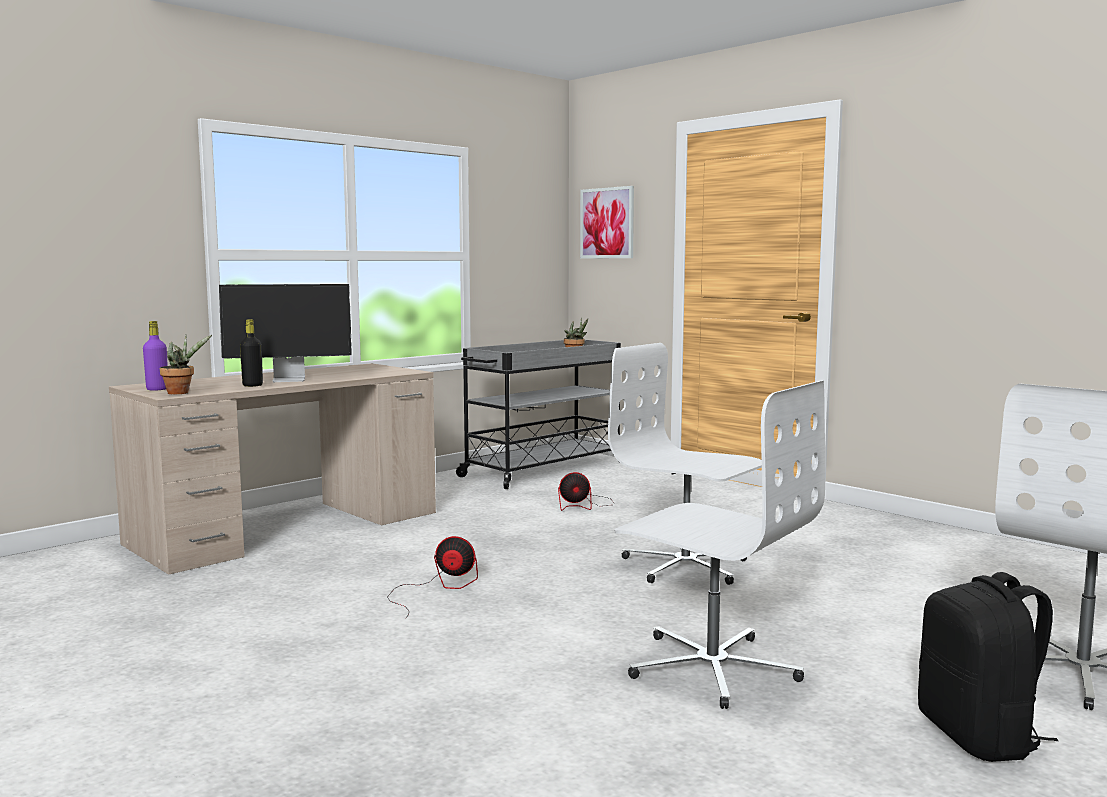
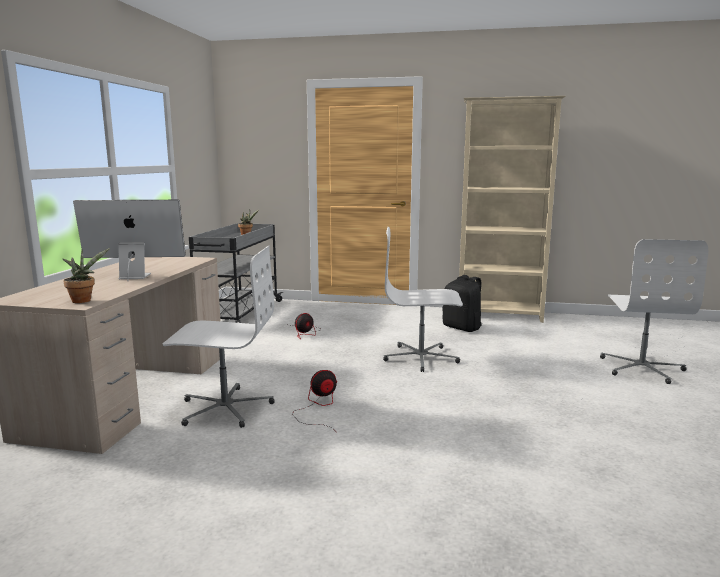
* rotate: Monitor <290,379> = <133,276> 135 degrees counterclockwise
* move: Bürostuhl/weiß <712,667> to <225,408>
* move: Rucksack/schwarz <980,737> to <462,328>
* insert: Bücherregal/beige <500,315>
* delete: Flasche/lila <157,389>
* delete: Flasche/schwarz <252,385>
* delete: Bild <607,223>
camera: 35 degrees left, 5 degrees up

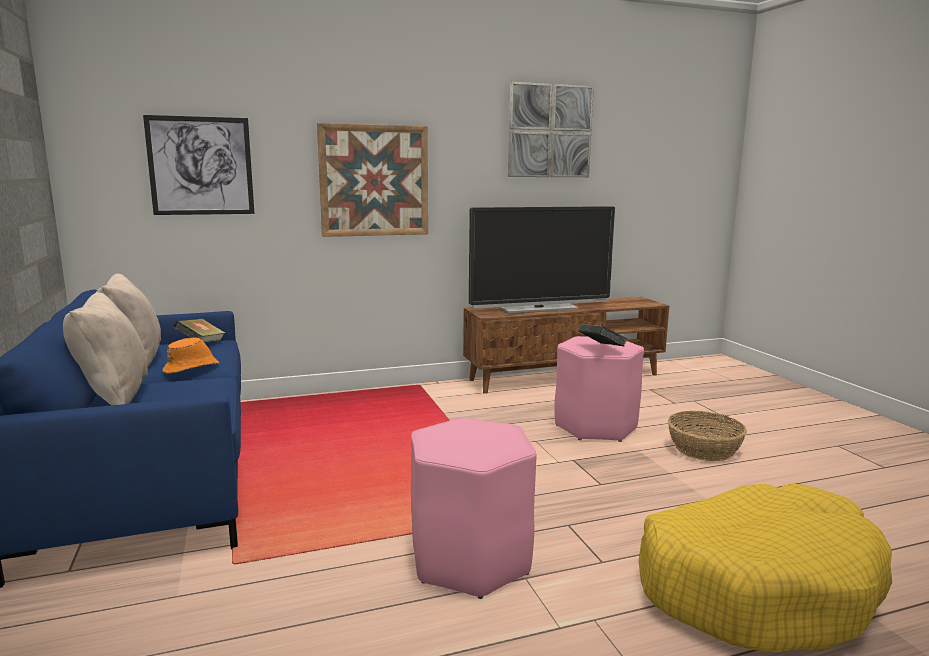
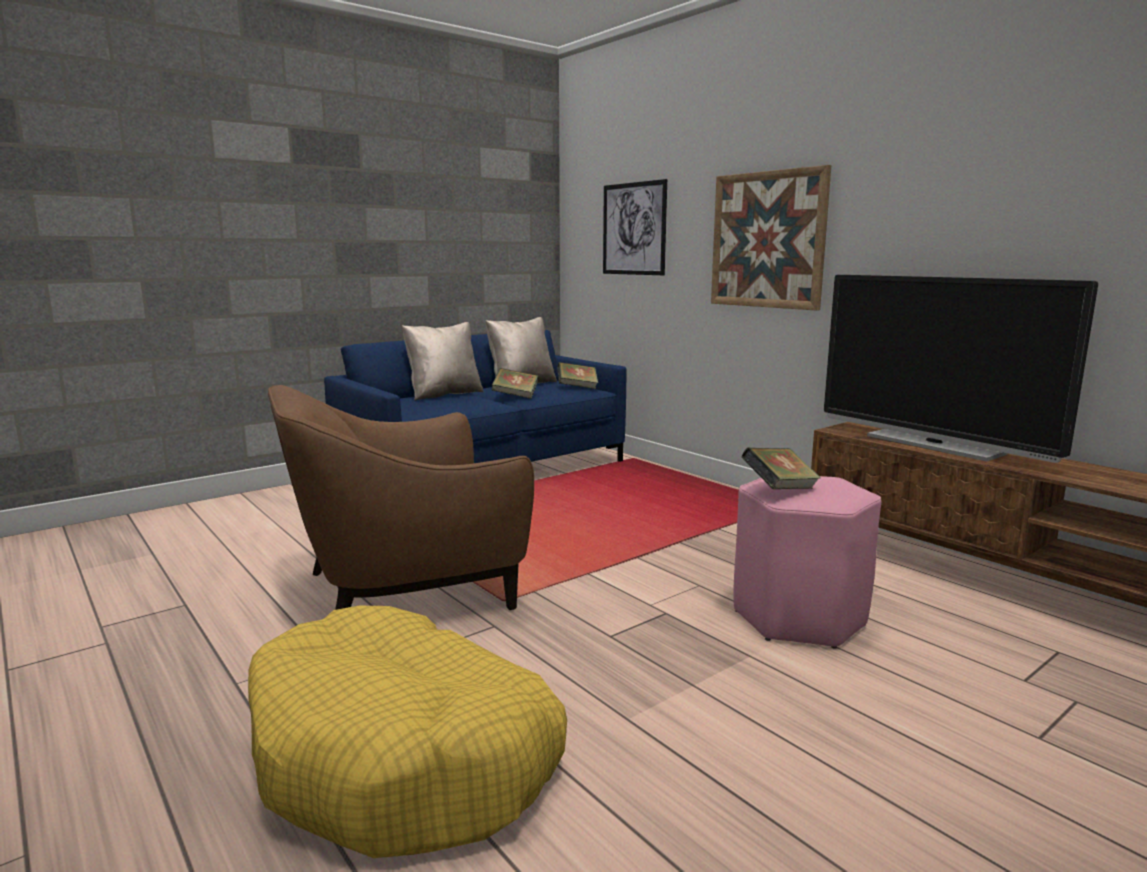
* replace: Hocker/rosa <470,560> to Sessel/braun <405,589>
* replace: Hut/orange <192,368> to Buch <515,396>
* delete: Bild <549,131>
* delete: Korb <704,449>
camera: 70 degrees right, 0 degrees up

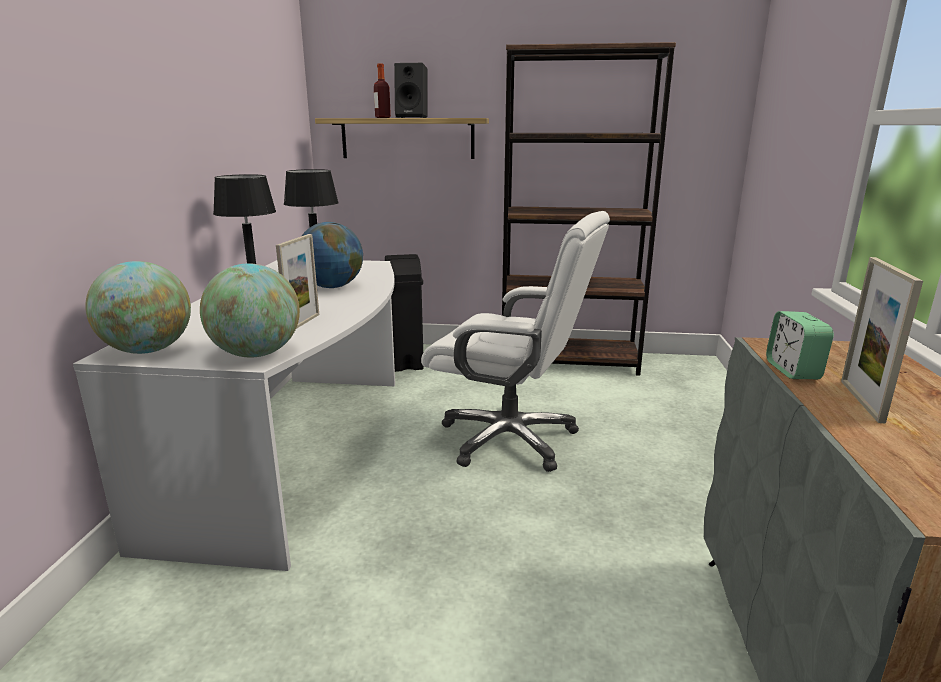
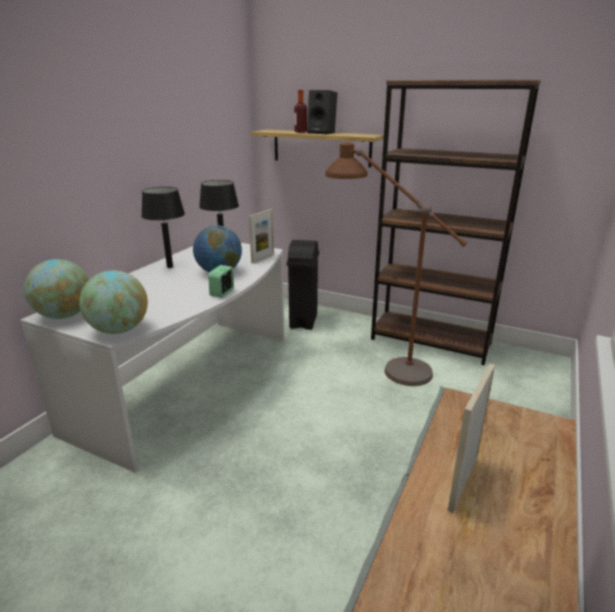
* move: Wecker <792,370> to <222,293>
* move: Bilderrahmen <303,323> to <263,258>
* insert: Stehlampe/braun <379,361>
* delete: Bürostuhl/weiß <510,438>
camera: 20 degrees right, 5 degrees up

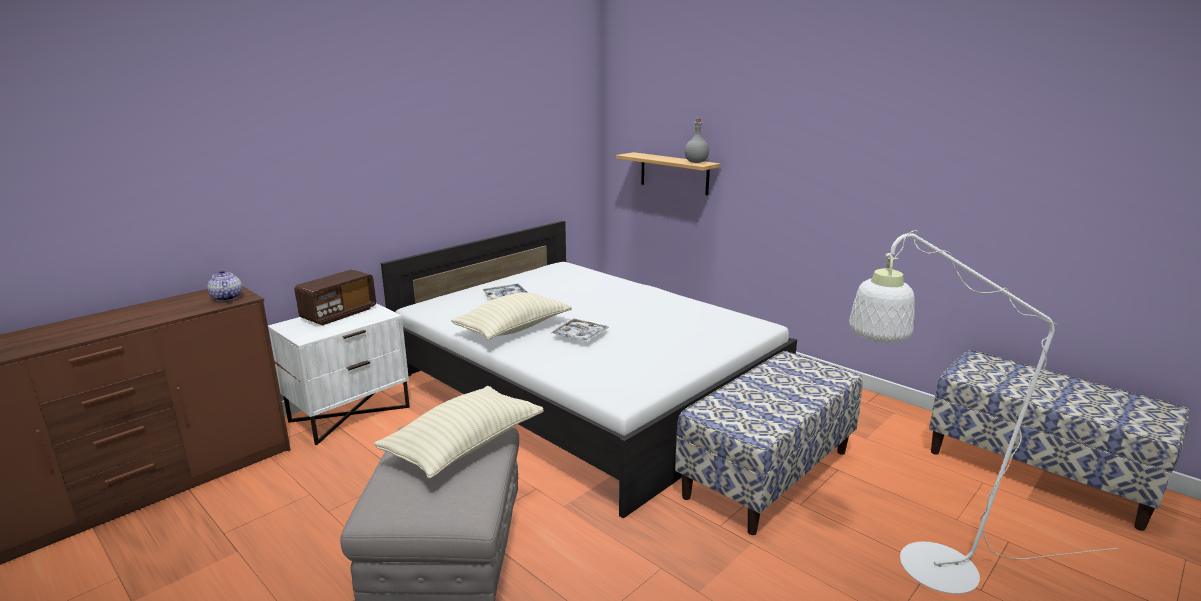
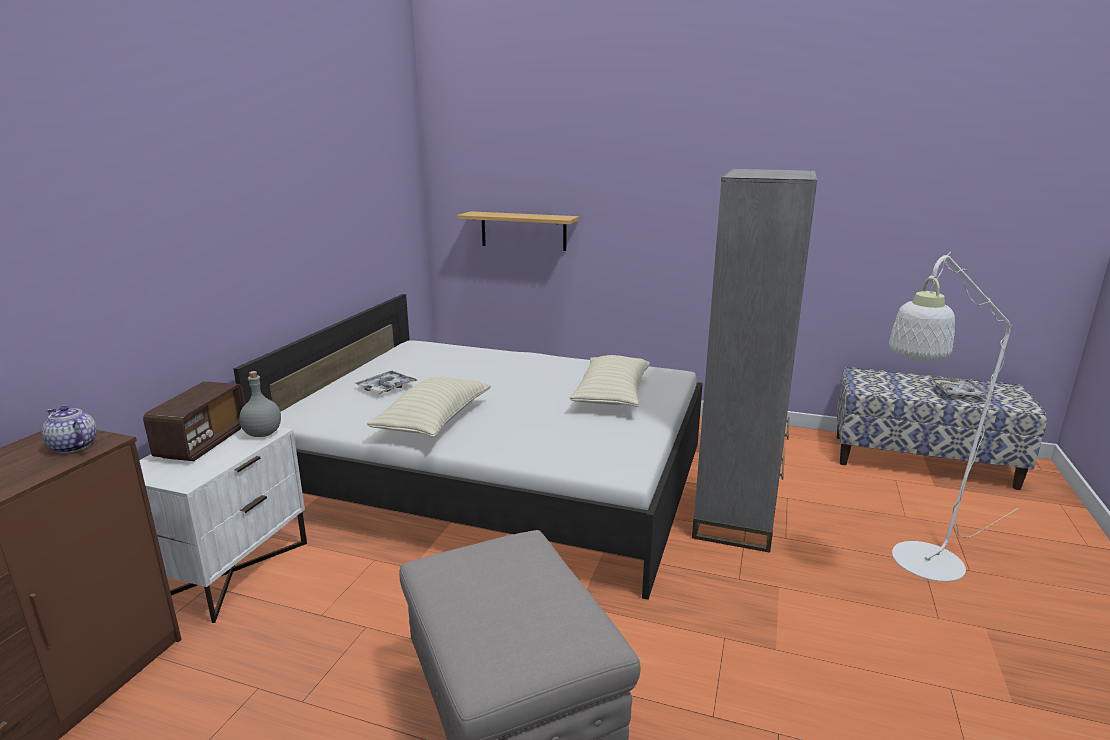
* move: Flasche/grau <696,162> to <262,434>
* move: Kissen/beige <464,446> to <612,396>
* replace: Bank <767,473> to Bücherregal/grau <735,517>
* move: Tablett <580,336> to <957,392>
camera: 25 degrees left, 0 degrees up

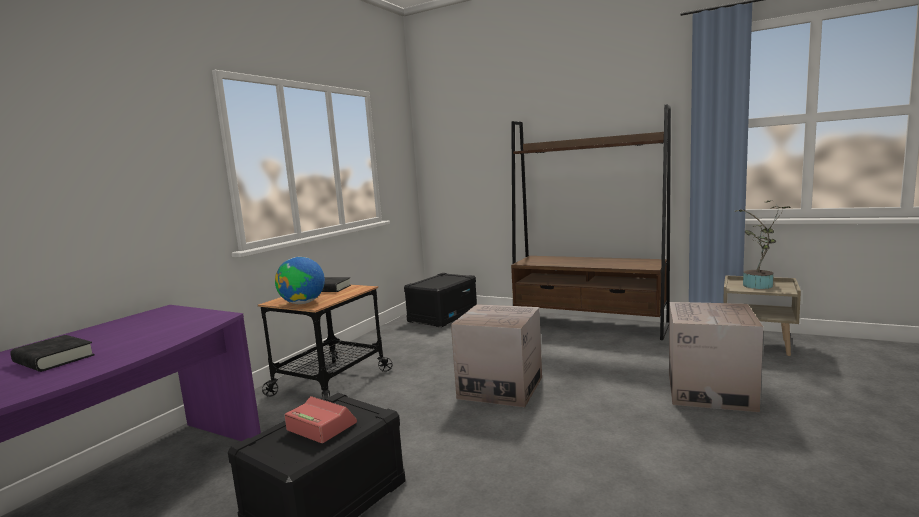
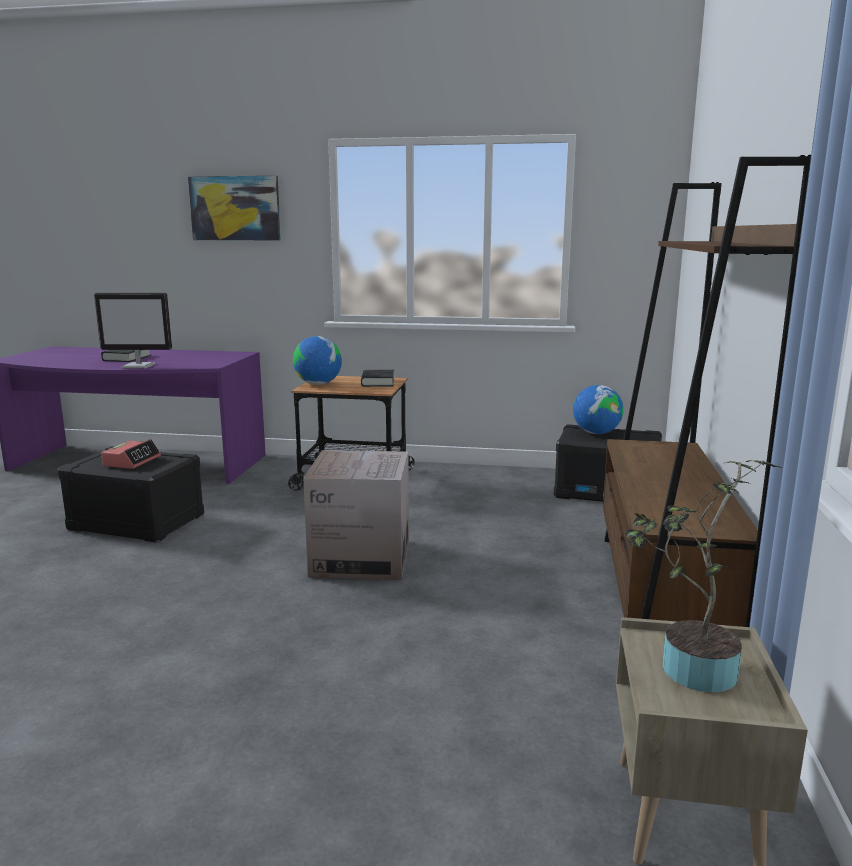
* insert: Monitor <139,366>
* insert: Bild <235,208>
* insert: Globus <596,433>
* delete: Karton <710,391>
camera: 70 degrees right, 5 degrees up

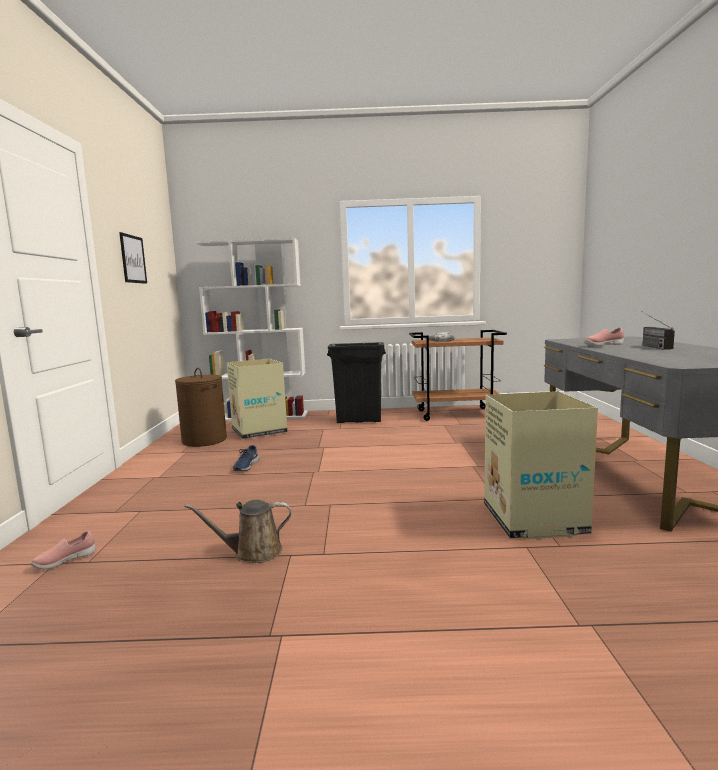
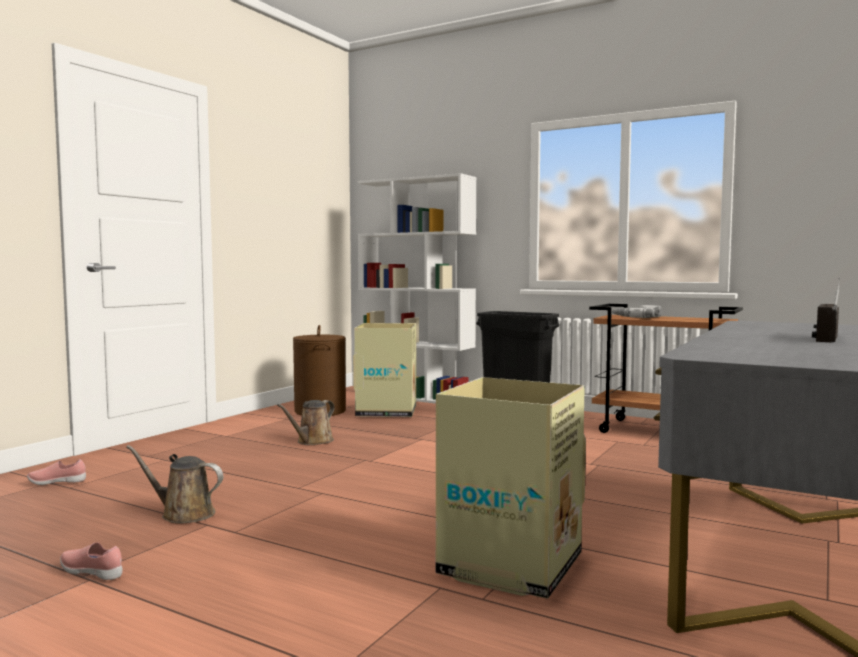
* move: Schuh/rosa <603,345> to <92,573>
* replace: Schuh/blau <245,466> to Gießkanne/braun <312,441>
* delete: Bild <133,259>
camera: 30 degrees right, 5 degrees down

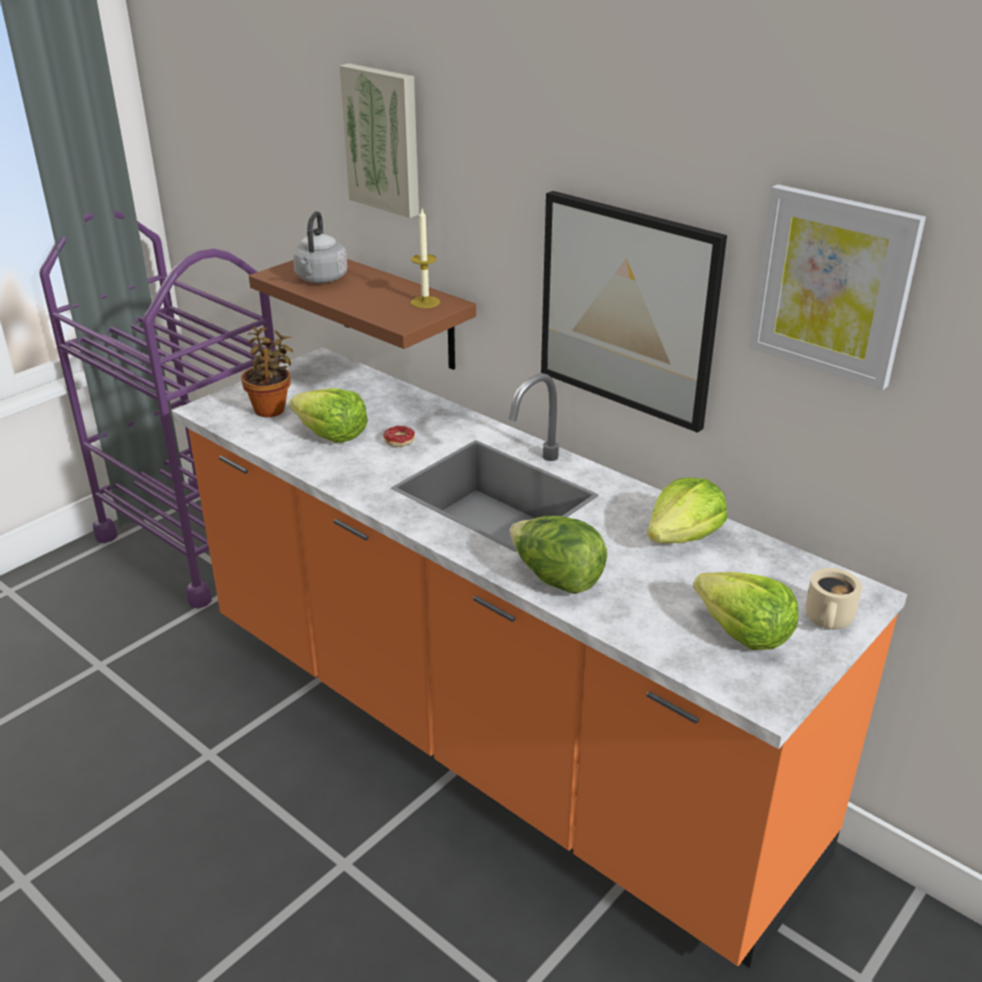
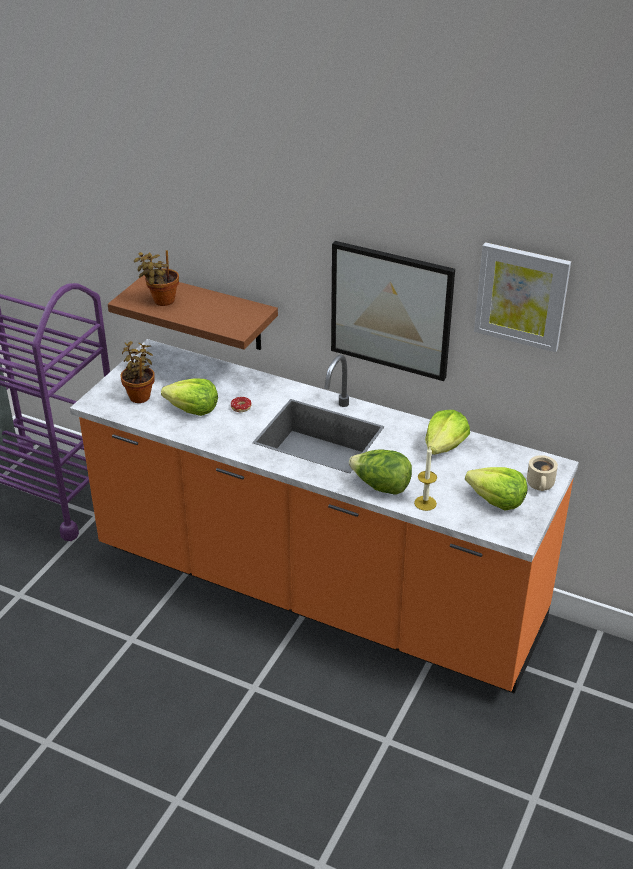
* replace: Wasserkessel/grau <320,279> to Topfpflanze <161,301>
* move: Kerze <425,302> to <425,503>
* delete: Bild <384,139>
camera: 15 degrees left, 5 degrees up

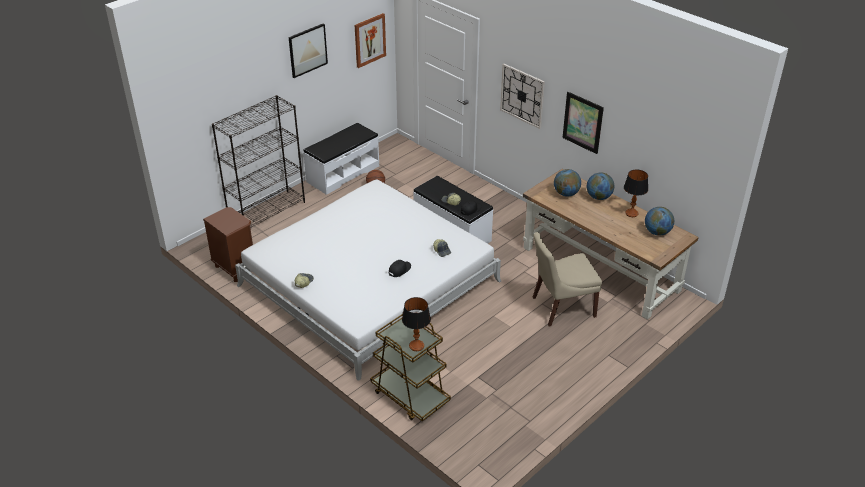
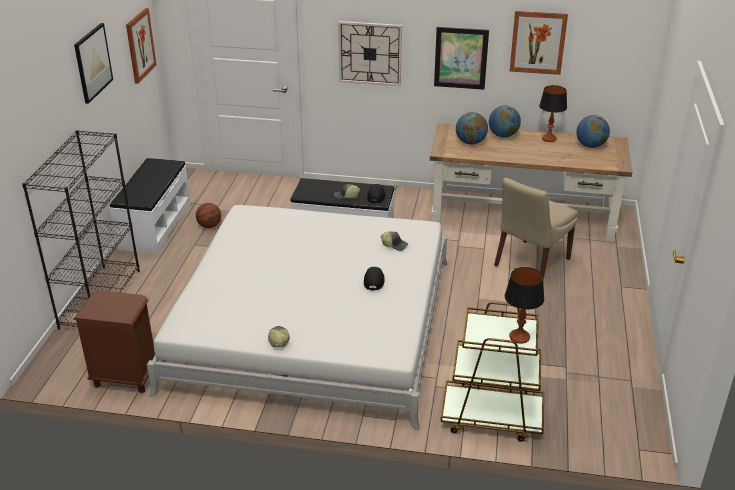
* insert: Bild <538,42>
camera: 35 degrees left, 5 degrees down

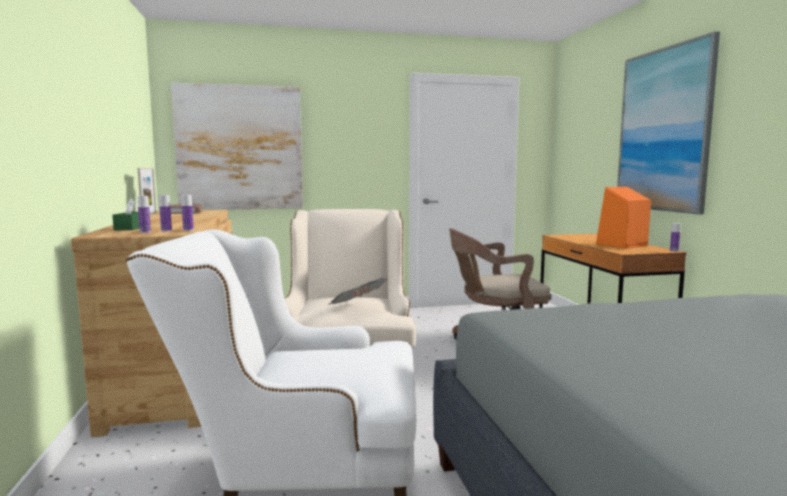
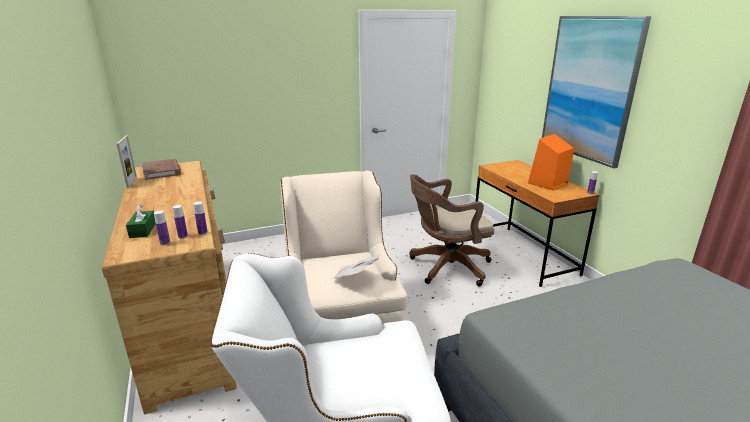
* delete: Bild <240,148>
camera: 10 degrees left, 15 degrees up

